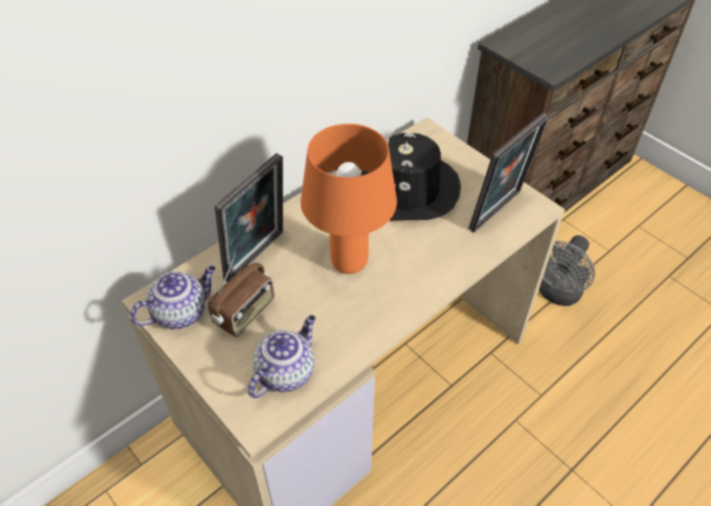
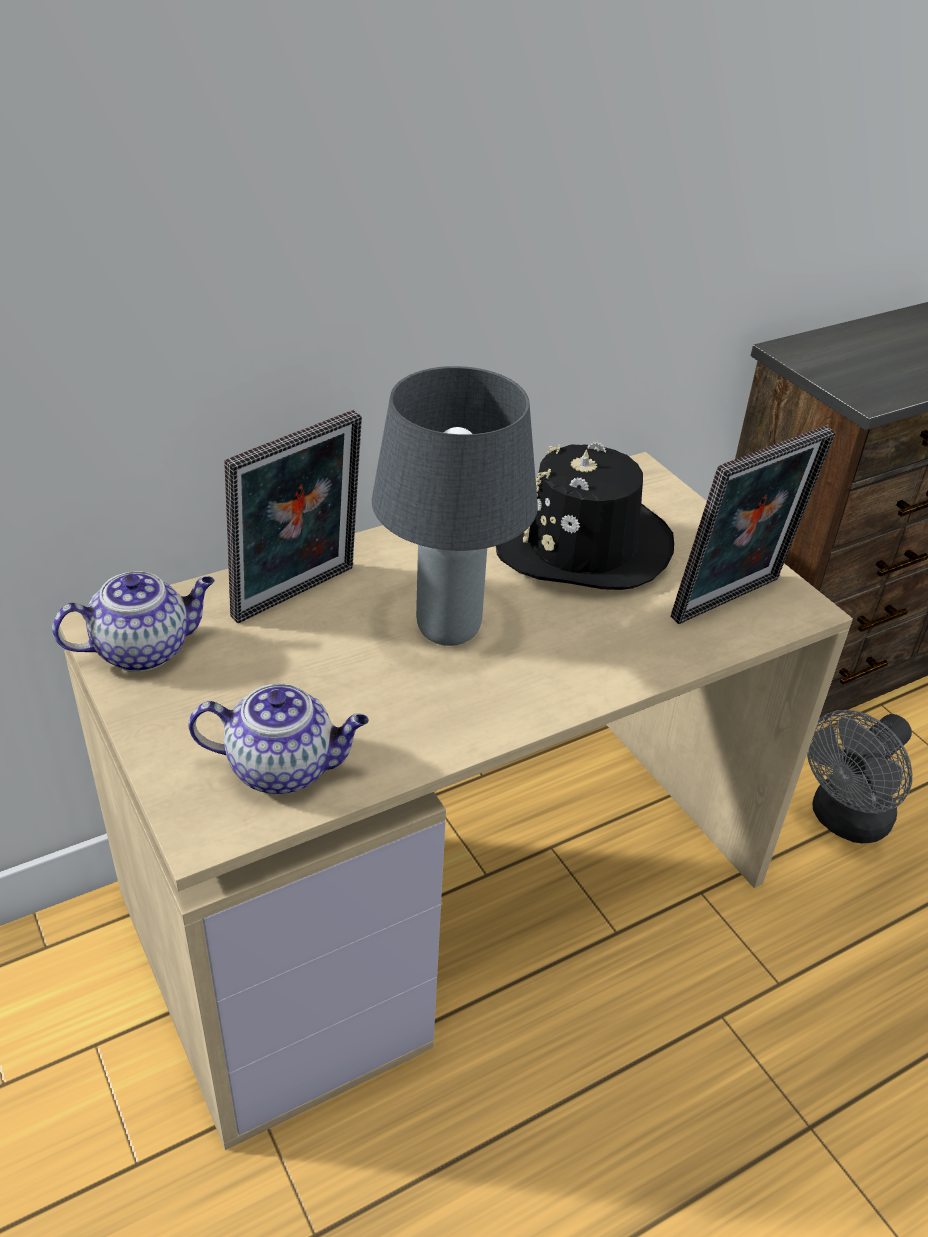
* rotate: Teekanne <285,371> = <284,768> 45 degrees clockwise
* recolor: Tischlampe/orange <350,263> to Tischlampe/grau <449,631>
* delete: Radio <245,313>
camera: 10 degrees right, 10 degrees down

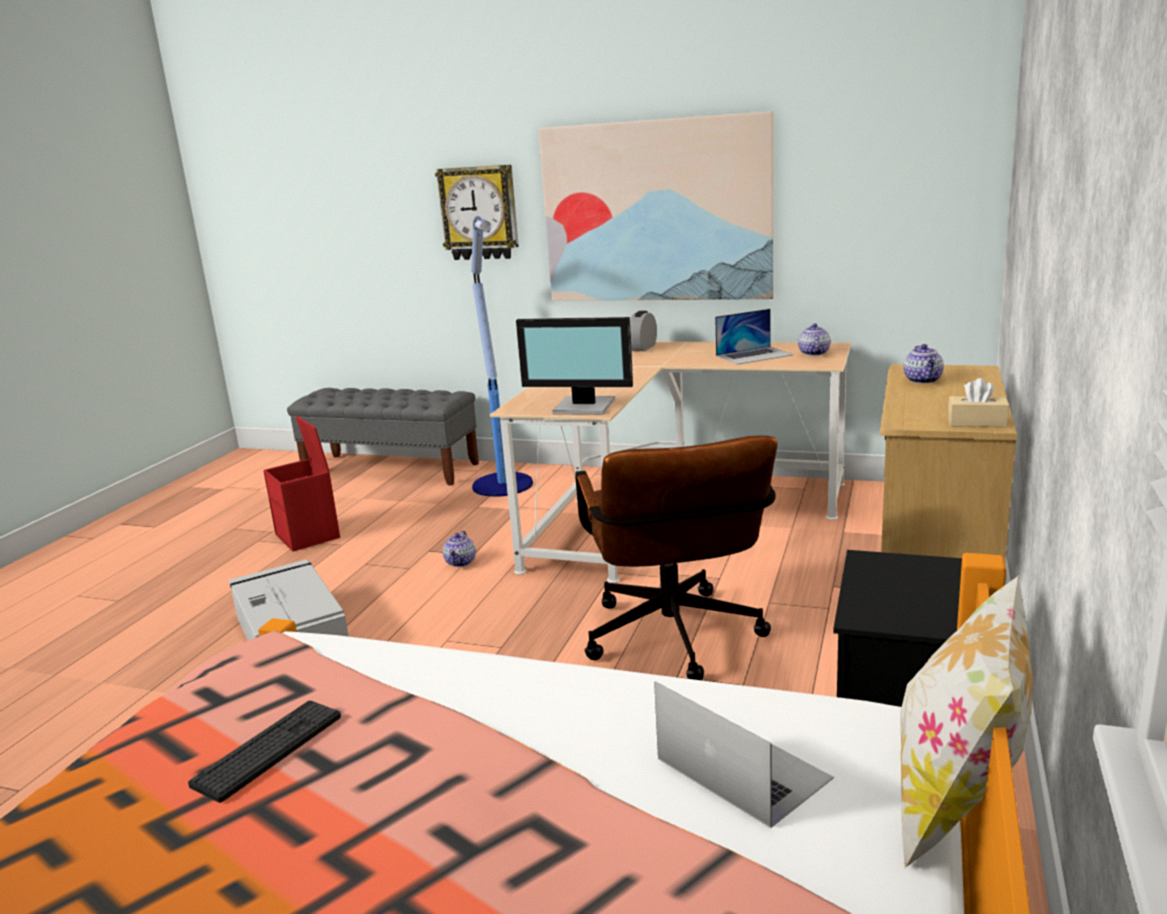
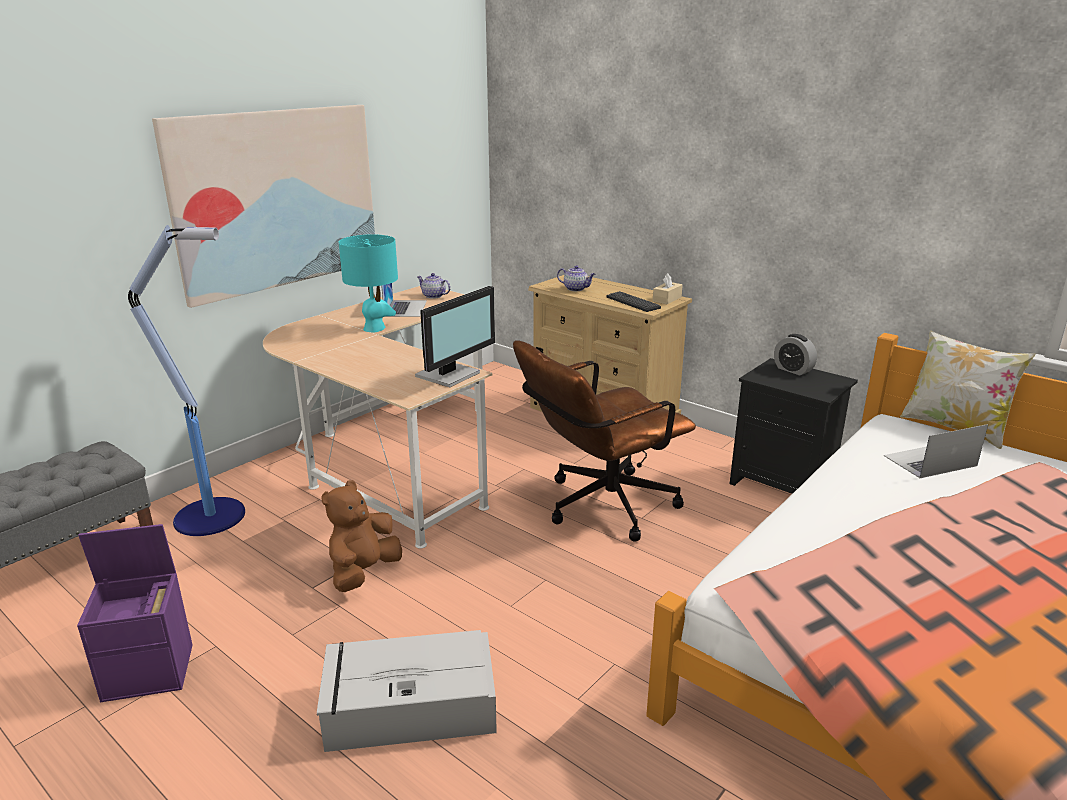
* recolor: Aufbewahrungsbox/rot <309,536> to Aufbewahrungsbox/lila <150,671>
* replace: Teekanne <461,562> to Plüschtier/braun <363,572>
* insert: Tischlampe/türkis <374,328>
* rotate: Bürostuhl/braun <675,643> = <599,507> 135 degrees clockwise
* move: Tastatur <268,750> to <633,302>
* move: Wecker <643,348> to <793,370>
* delete: Wanduhr <479,213>
camera: 70 degrees left, 5 degrees up

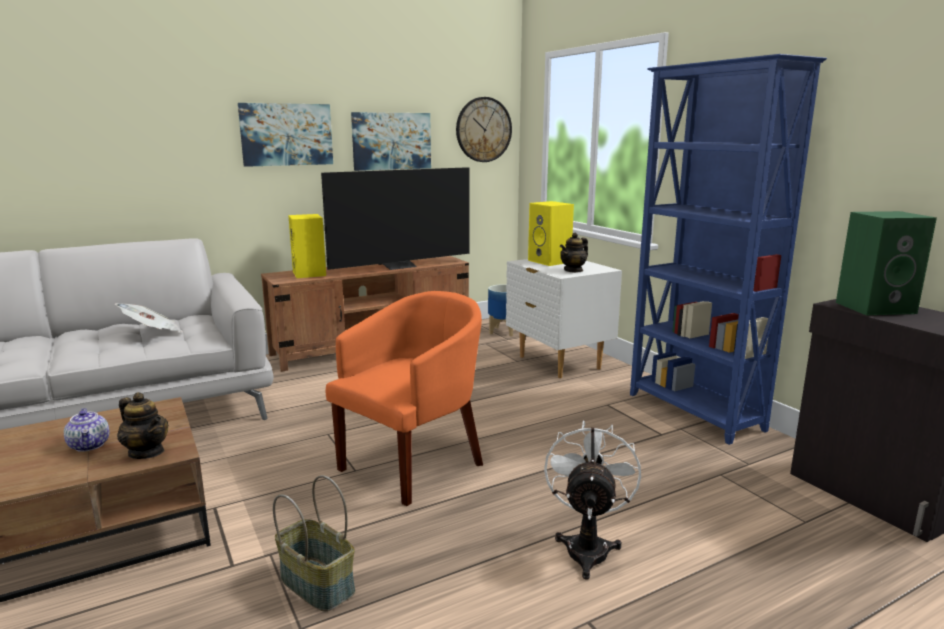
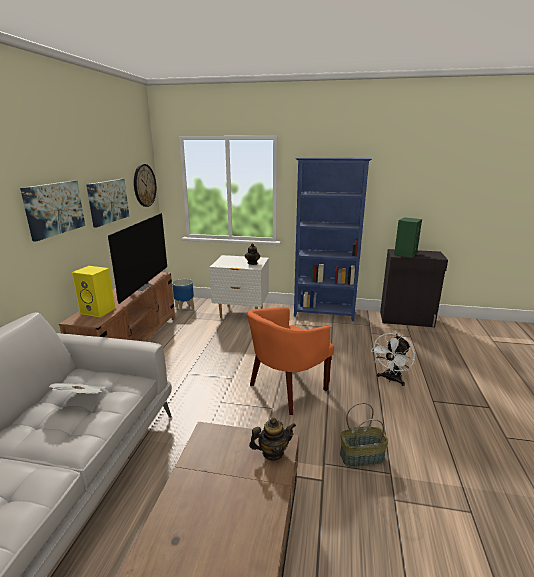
* rotate: Sessel/orange <413,463> = <286,389> 120 degrees counterclockwise
* rotate: Ventilator/weiß <587,546> = <391,379> 105 degrees counterclockwise
* delete: Teekanne <90,445>
* delete: Lautsprecher/gelb <550,261>
camera: 50 degrees left, 5 degrees up

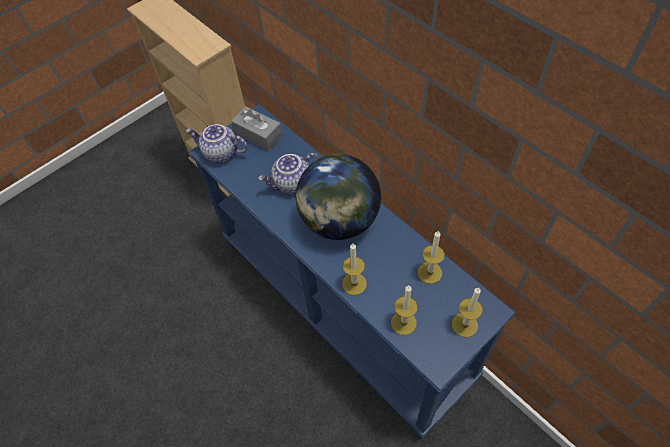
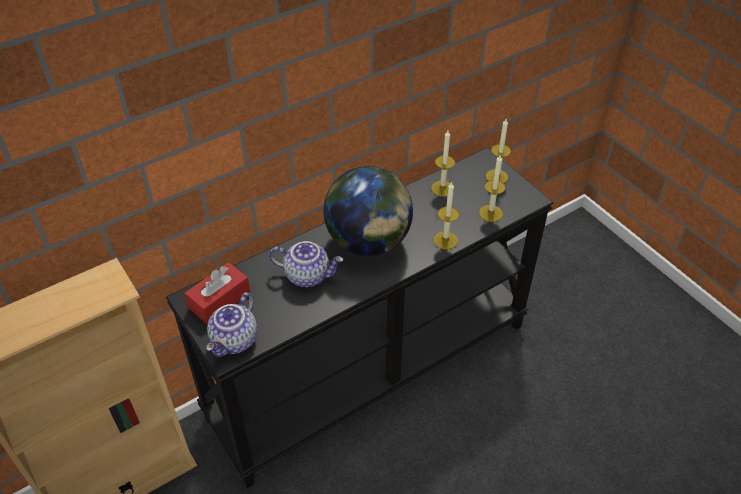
* recolor: Konsolentisch/blau <344,307> to Konsolentisch/schwarz <370,368>
* recolor: Taschentuchbox/grau <258,135> to Taschentuchbox/rot <219,300>
* rotate: Teekanne <292,184> = <308,275> 60 degrees counterclockwise
camera: 85 degrees left, 10 degrees down

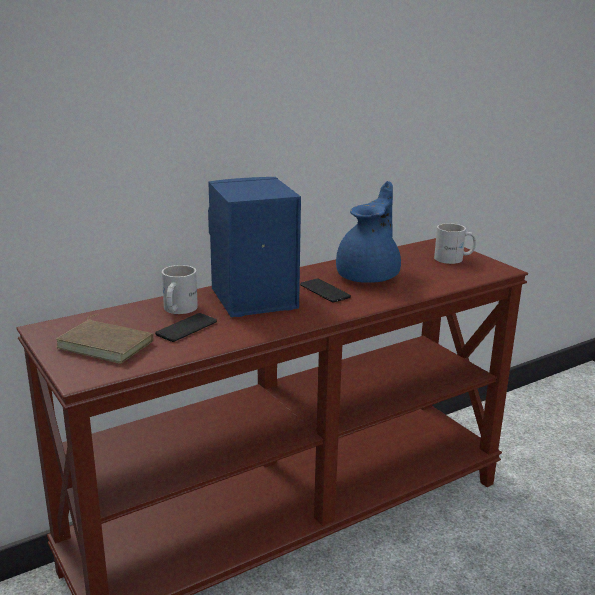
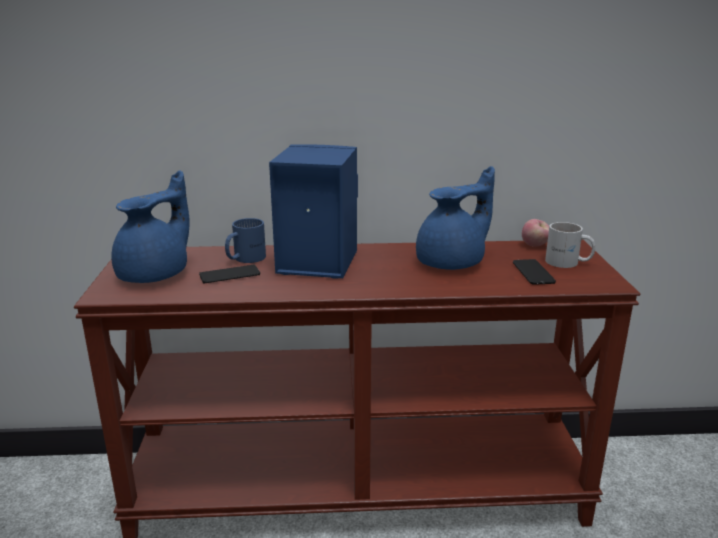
* replace: Buch/braun <107,344> to Teekanne/blau <156,274>
* recolor: Henkelbecher/weiß <177,309> to Henkelbecher/blau <244,258>
* move: Handy <325,291> to <533,272>
* insert: Apfel <535,246>
camera: 30 degrees right, 0 degrees up

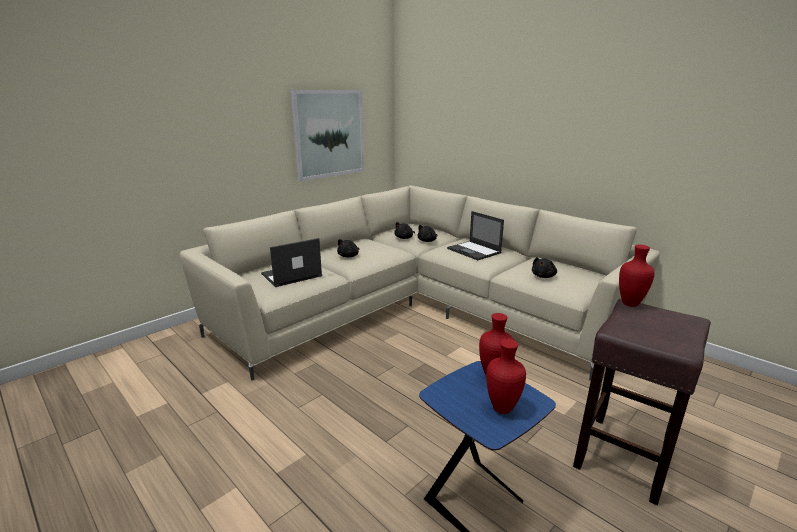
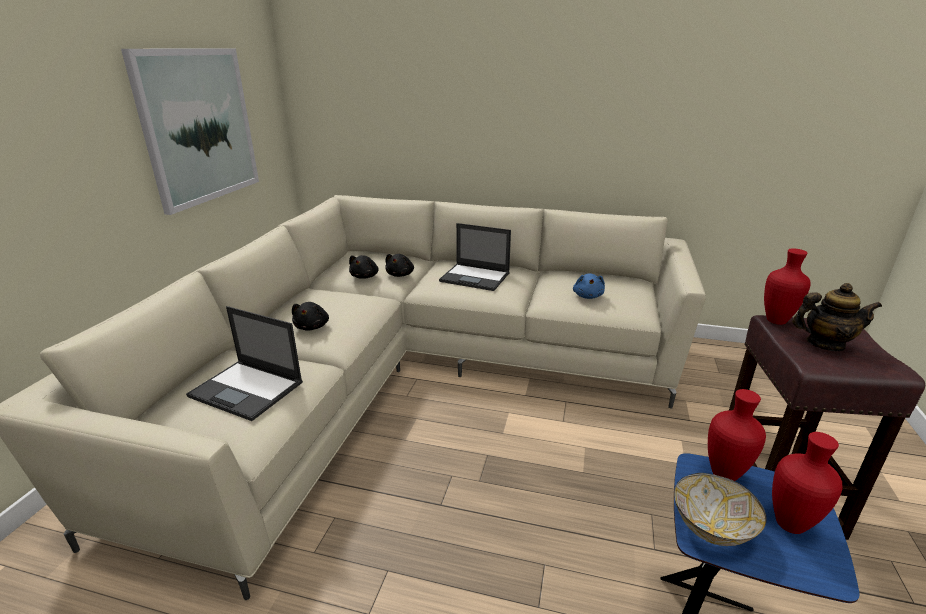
* rotate: Laptop <291,275> = <247,389> 90 degrees counterclockwise
* recolor: Plüschtier/schwarz <543,276> to Plüschtier/blau <588,296>
* insert: Schüssel <710,528>
* insert: Teekanne <825,344>
camera: 30 degrees left, 5 degrees up

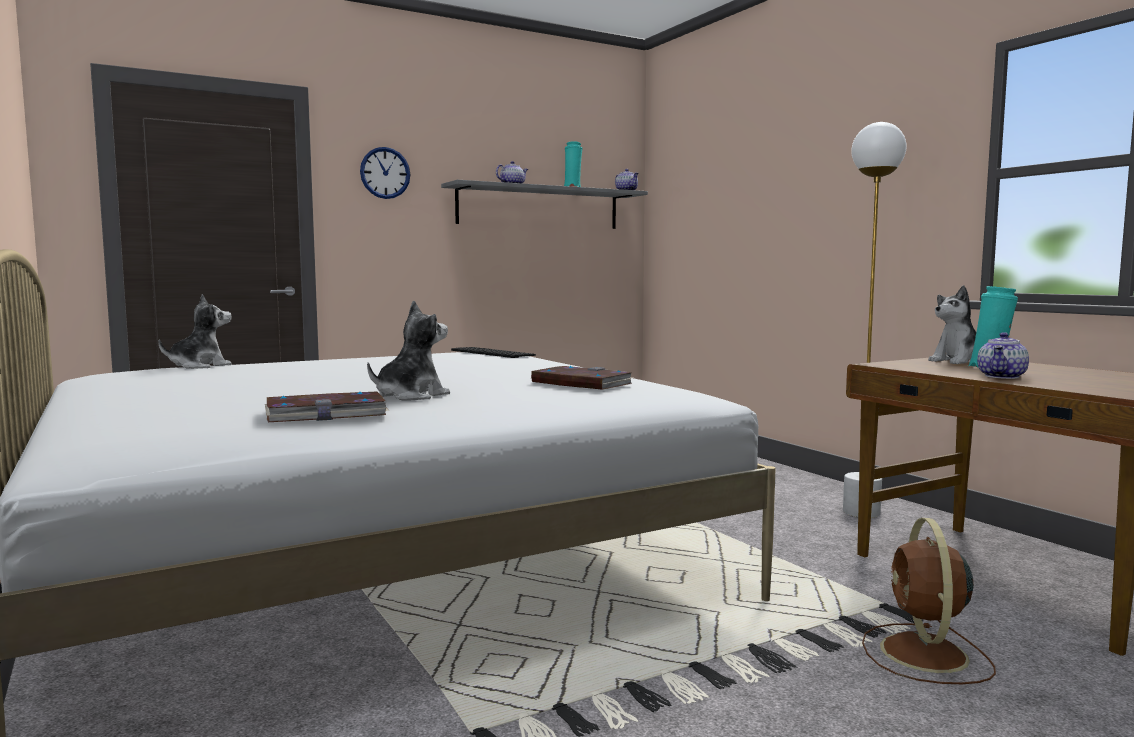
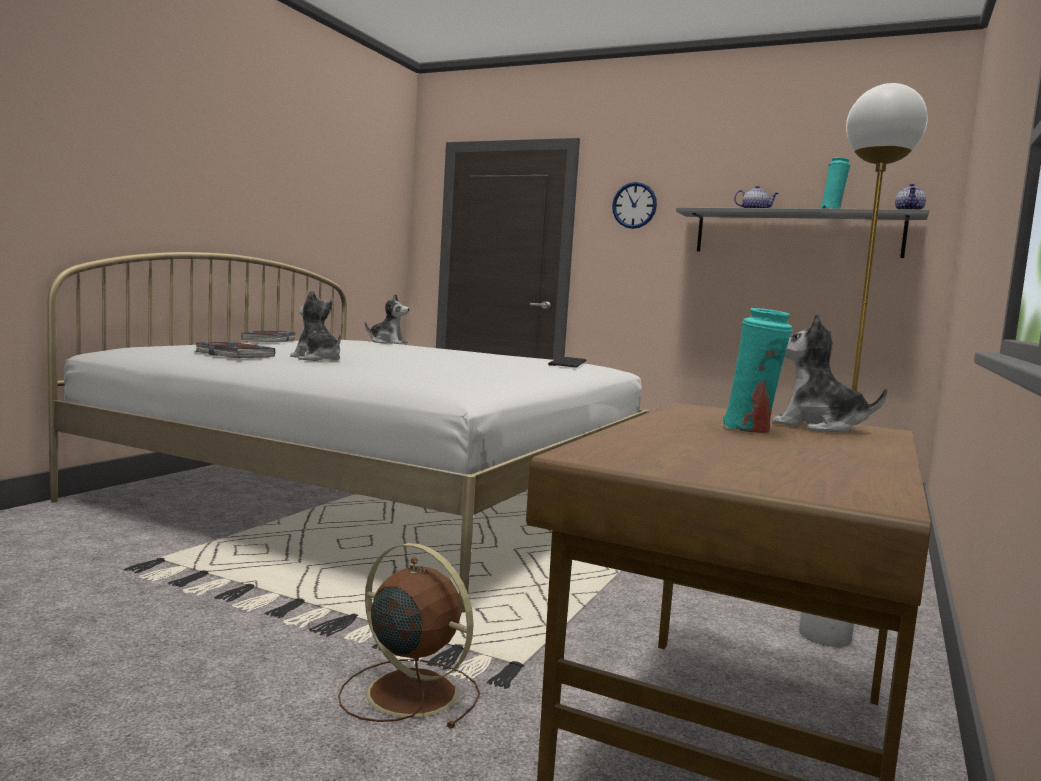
* move: Buch <580,383> to <269,340>
* rotate: Plüschtier <410,396> = <316,359> 150 degrees counterclockwise
* rotate: Ventilator/braun <925,655> = <409,692> 60 degrees clockwise
* delete: Teekanne <1002,376>
camera: 55 degrees right, 0 degrees up

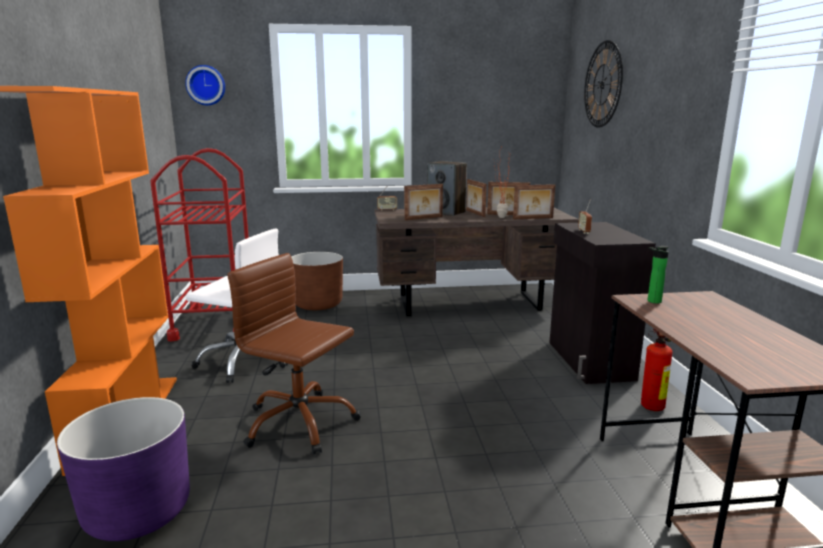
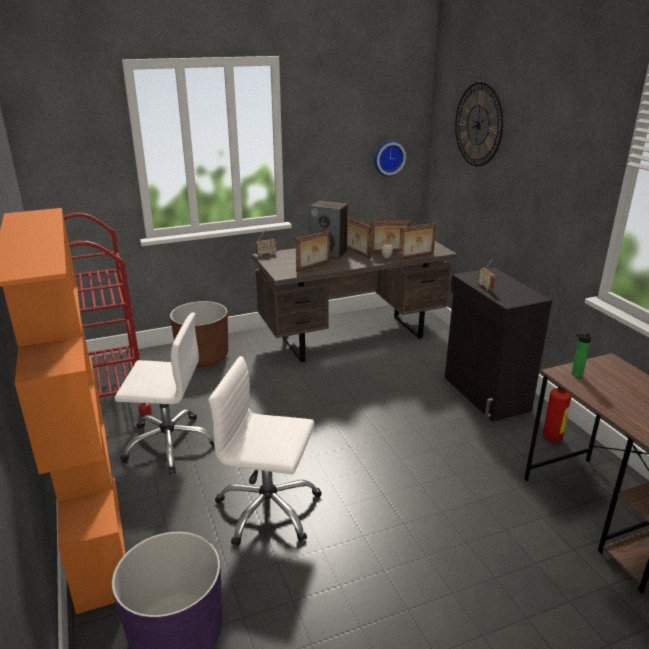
* recolor: Bürostuhl/braun <299,423> to Bürostuhl/weiß <268,509>
* move: Wanduhr <206,85> to <388,157>
camera: 15 degrees left, 10 degrees up

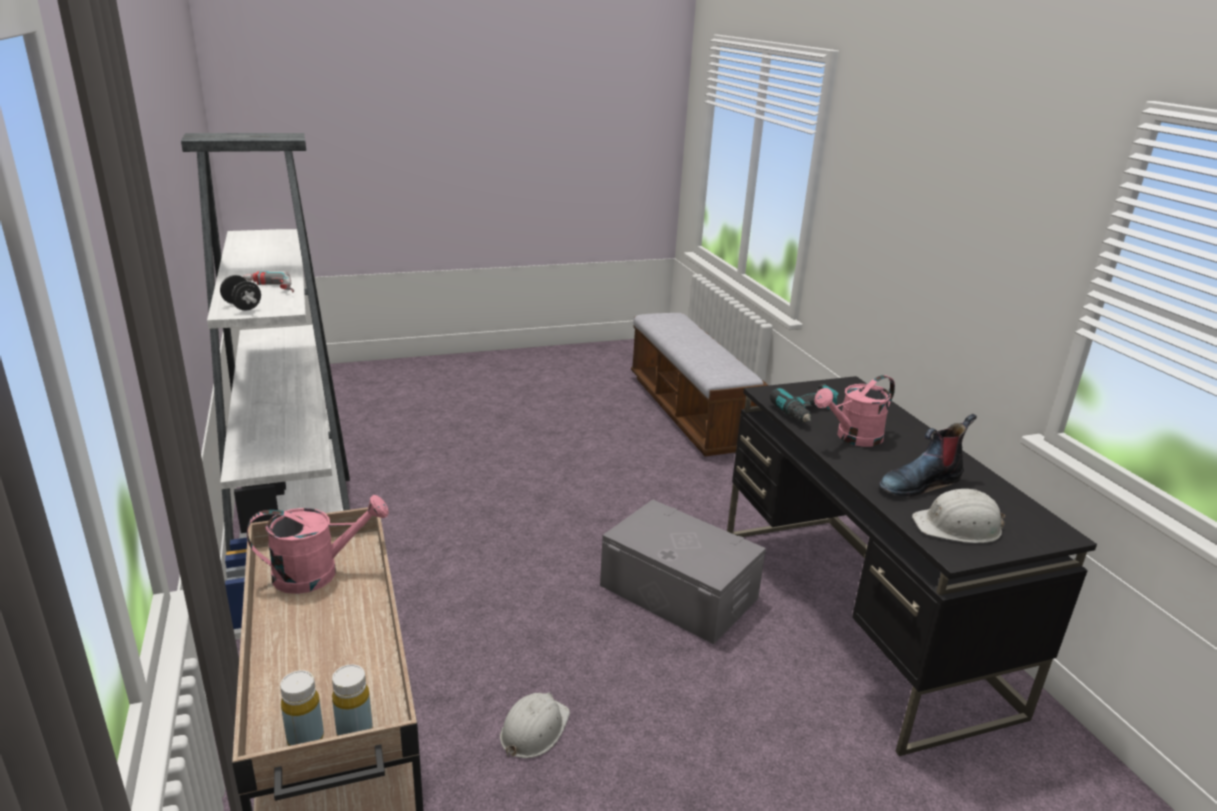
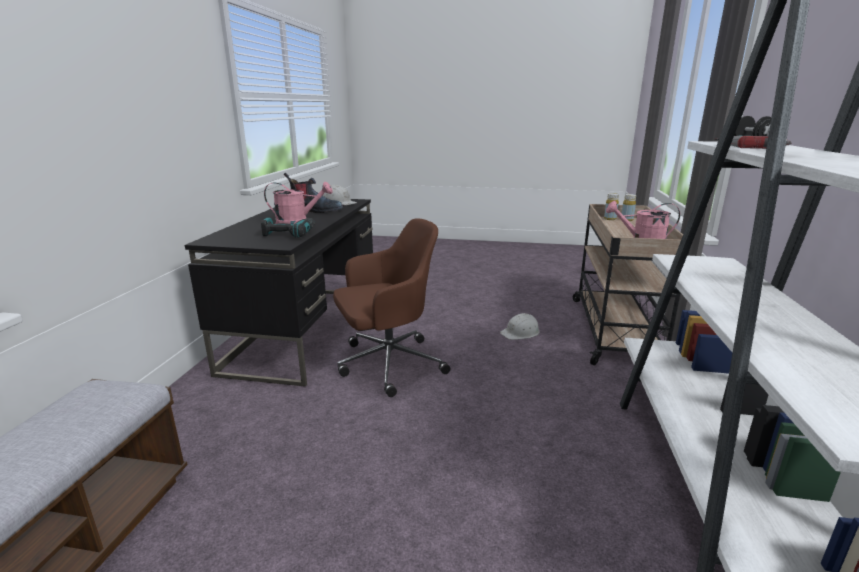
* replace: Aufbewahrungsbox/grau <678,592> to Bürostuhl/braun <388,364>
camera: 150 degrees left, 5 degrees down

